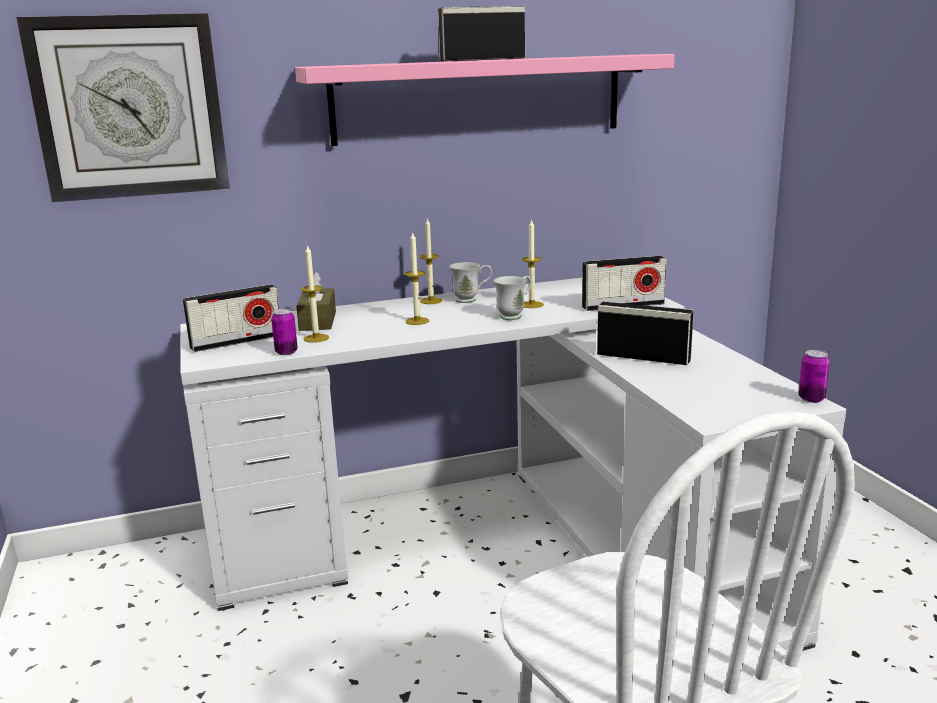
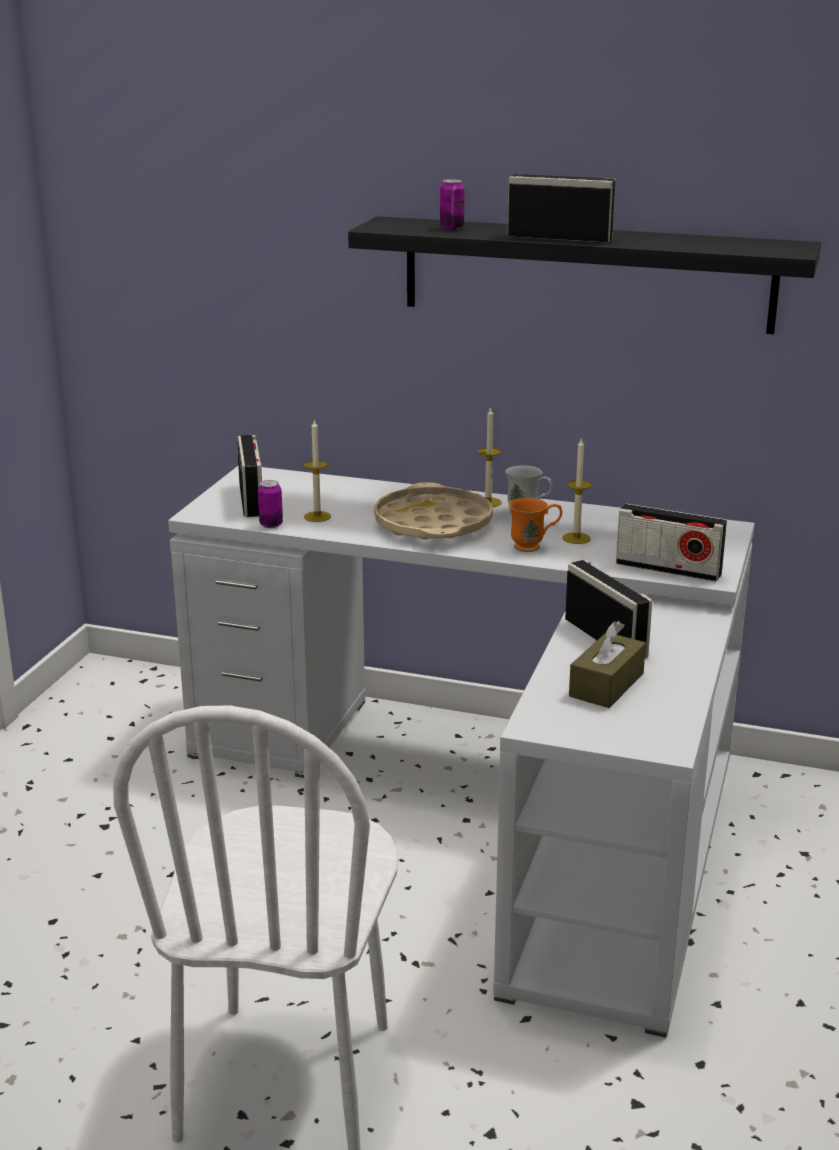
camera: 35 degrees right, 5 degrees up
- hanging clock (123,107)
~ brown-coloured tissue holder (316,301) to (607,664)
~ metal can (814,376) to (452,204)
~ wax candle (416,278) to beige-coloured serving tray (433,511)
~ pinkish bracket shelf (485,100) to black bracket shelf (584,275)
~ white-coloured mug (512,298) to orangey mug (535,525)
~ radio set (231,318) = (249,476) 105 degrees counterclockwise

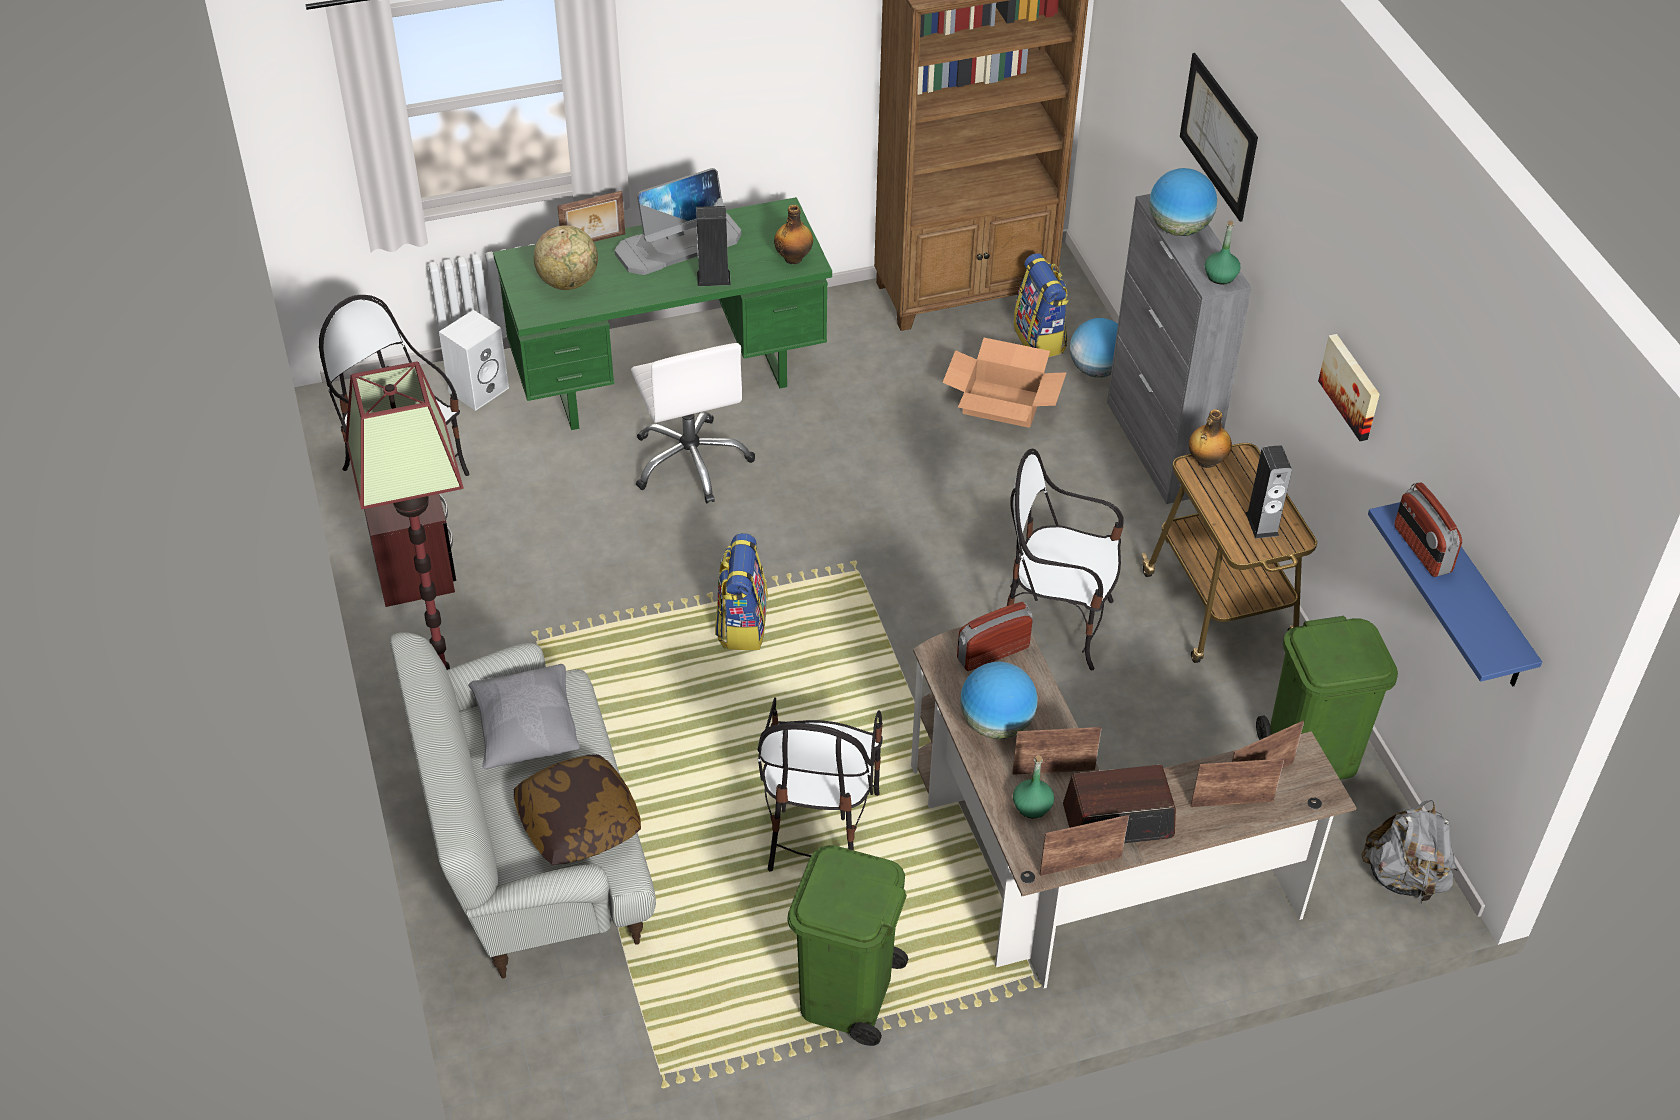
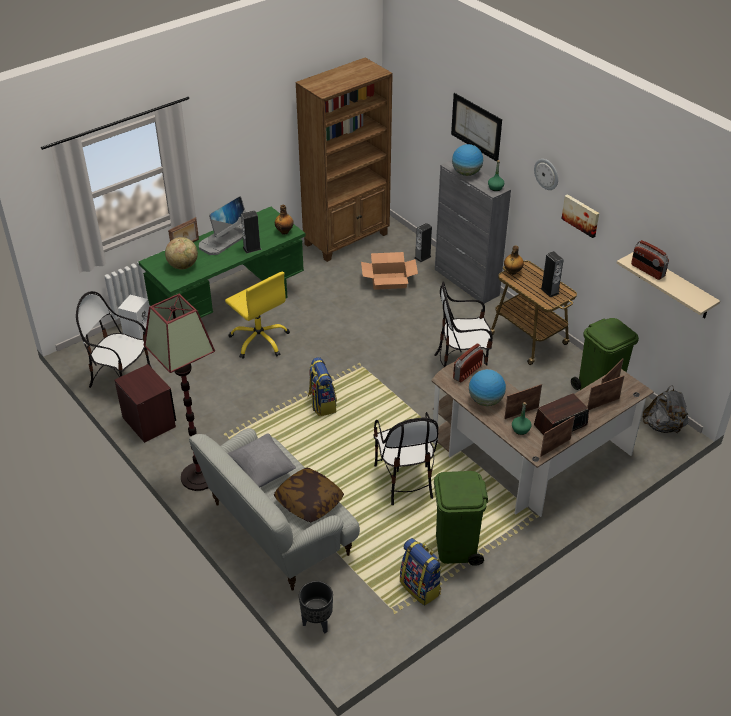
camera: 20 degrees left, 5 degrees down
+ black flower pot (316,607)
+ hanging clock (546,174)
~ knapsack (1041,305) to (421,572)
~ desk globe (1094,347) to speaker (423,242)
~ white-coloured desk chair (693,423) to yellow-coloured desk chair (257,315)
~ bluish bracket shelf (1455,594) to beige-coloured bracket shelf (668,285)

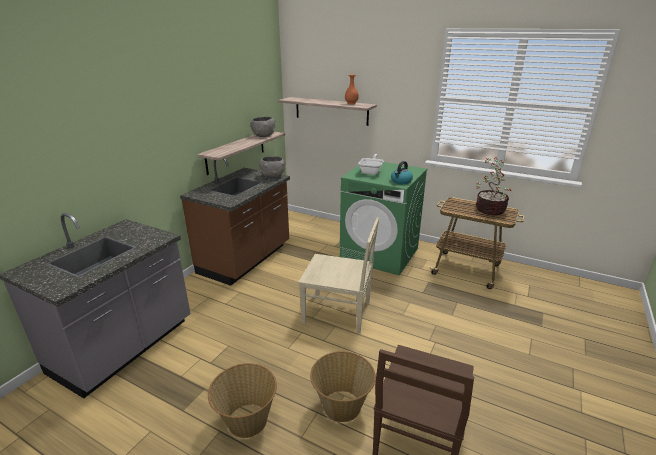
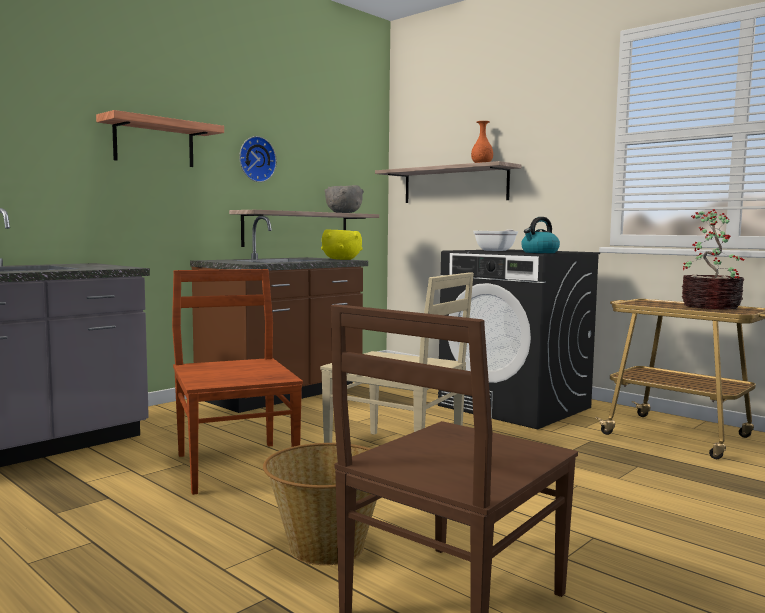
camera: 15 degrees right, 20 degrees down
- storage basket (242,400)
+ bracket shelf (160,138)
+ brown-coloured plain chair (237,382)
+ hanging clock (258,159)
~ grey bowl (272,167) to yellow-coloured bowl (342,244)
~ green laundry machine (383,218) to black laundry machine (519,339)

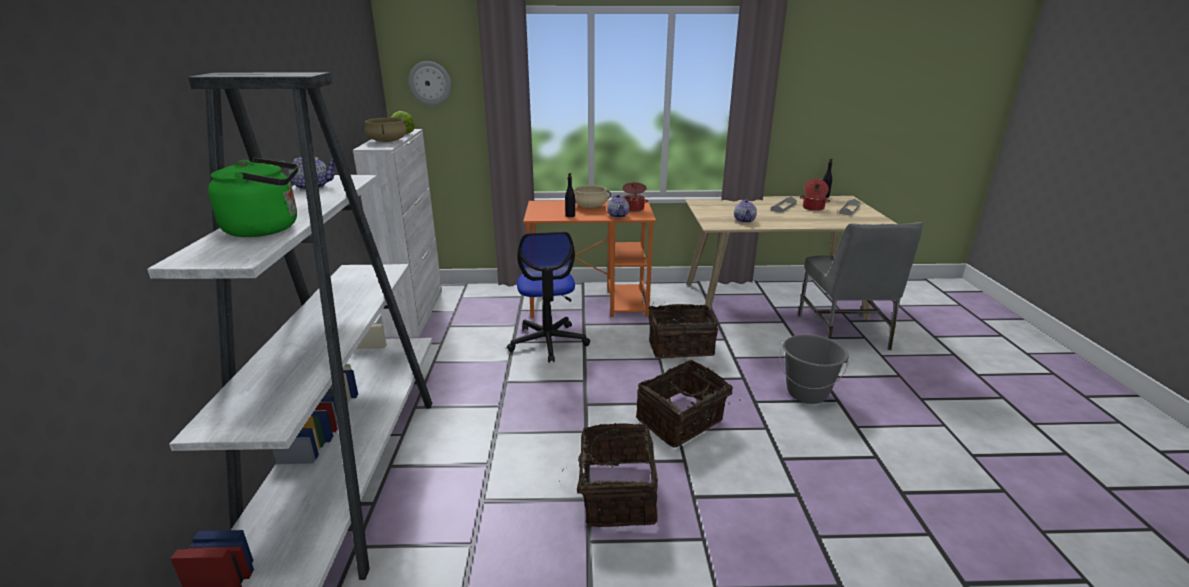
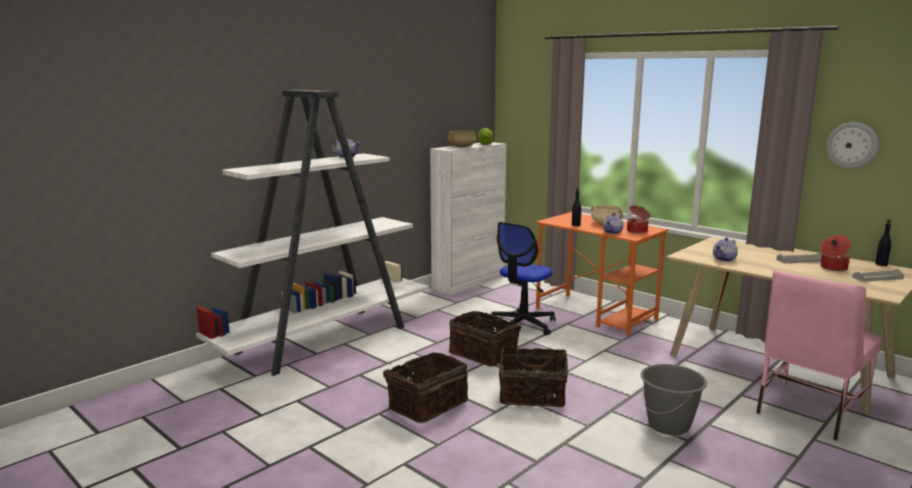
camera: 45 degrees right, 10 degrees down
- green tea kettle (253,197)
~ hanging clock (430,83) to (852,145)
~ storage basket (683,330) to (485,339)
~ grey plain chair (860,286) to pinkish plain chair (819,355)

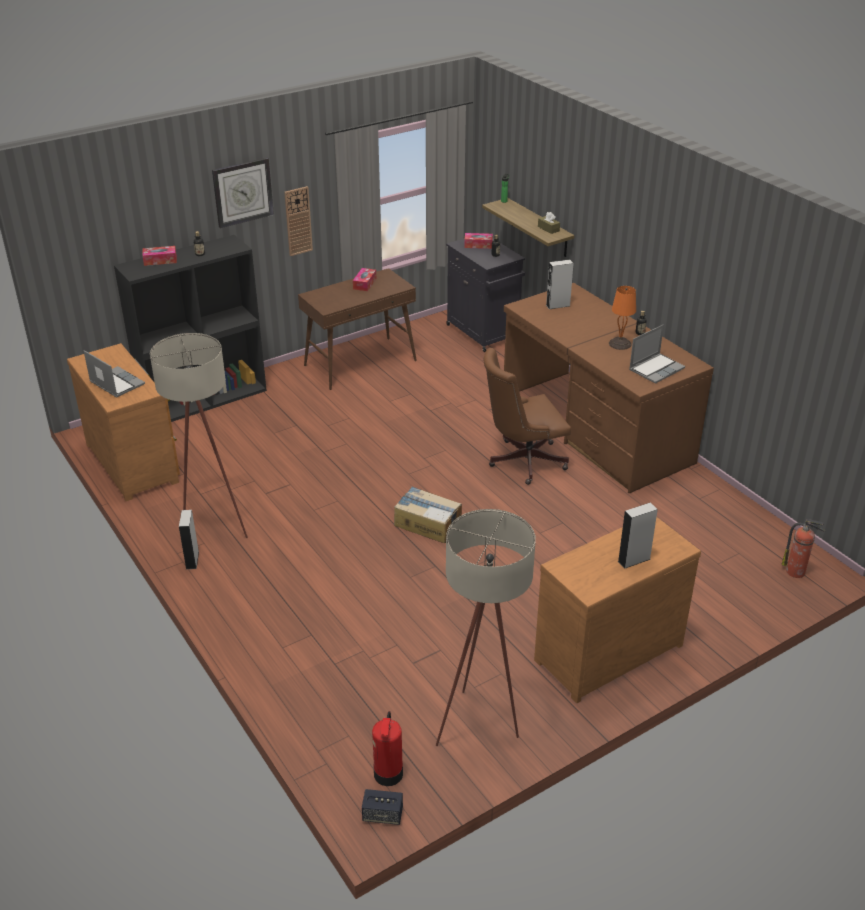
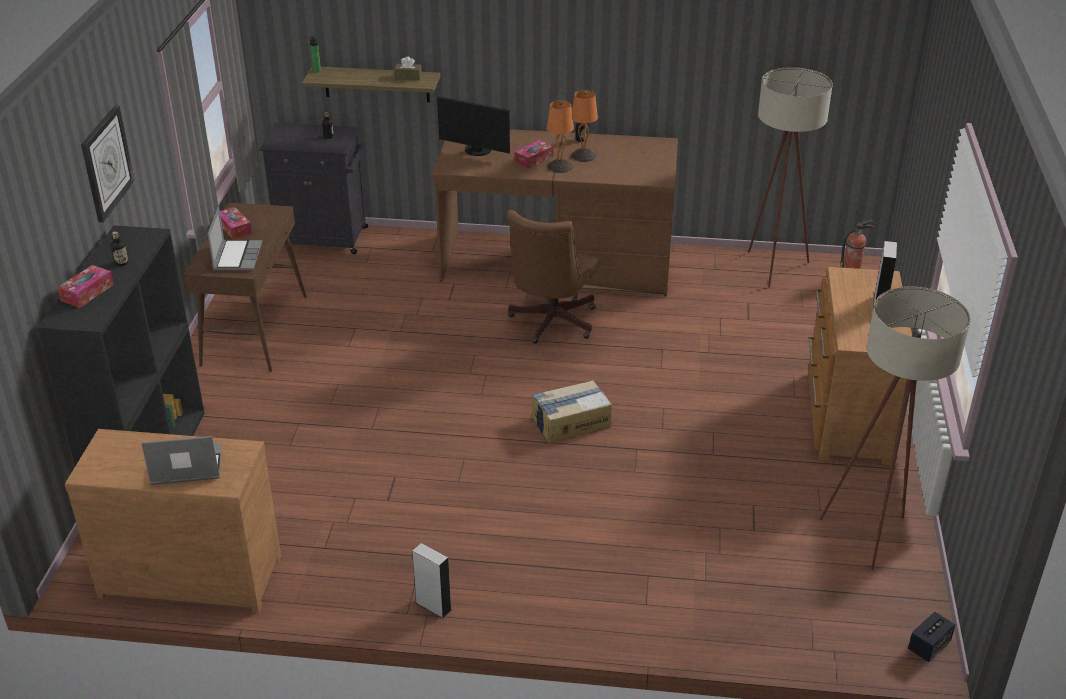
camera: 50 degrees left, 0 degrees up
- hanging clock (298,221)
- fire-fighting cylinder (387,748)
+ orangey lamp for a table (560,136)
~ beige-coloured standard lamp (199,435) to (790,177)
~ tissue holder (478,241) to (534,154)
~ portable computer (657,354) to (234,238)
~ grey speaker (560,284) to computer display (473,126)

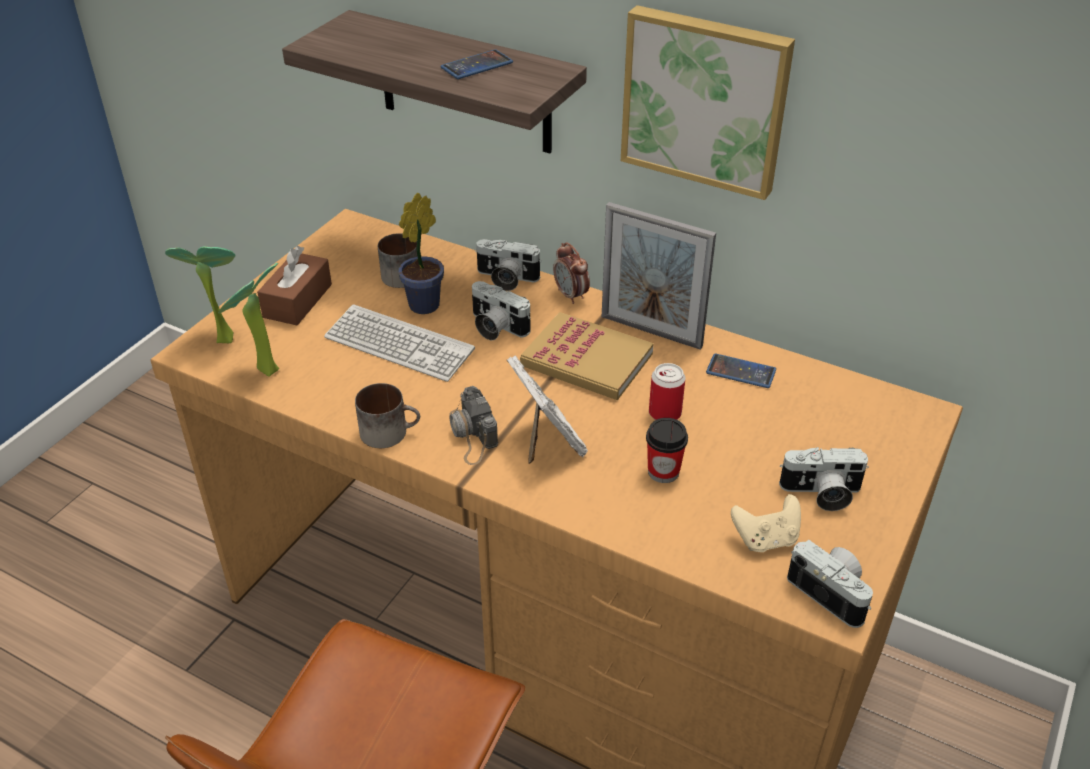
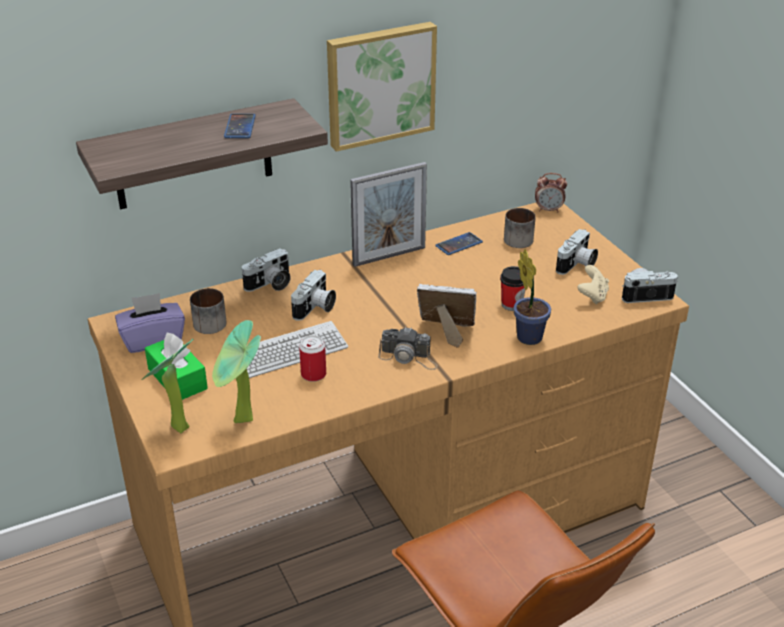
camera: 55 degrees left, 5 degrees down
- volume (587,356)
+ purplish tissue holder (150,323)
~ mug (387,415) to (520,228)
~ plant in a pot (421,253) to (532,297)
~ bedside clock (571,273) to (551,192)
~ metal can (667,391) to (312,358)
~ brown-coloured tissue holder (294,285) to green tissue holder (176,366)
~ still camera (501,310) = (313,295) 45 degrees counterclockwise

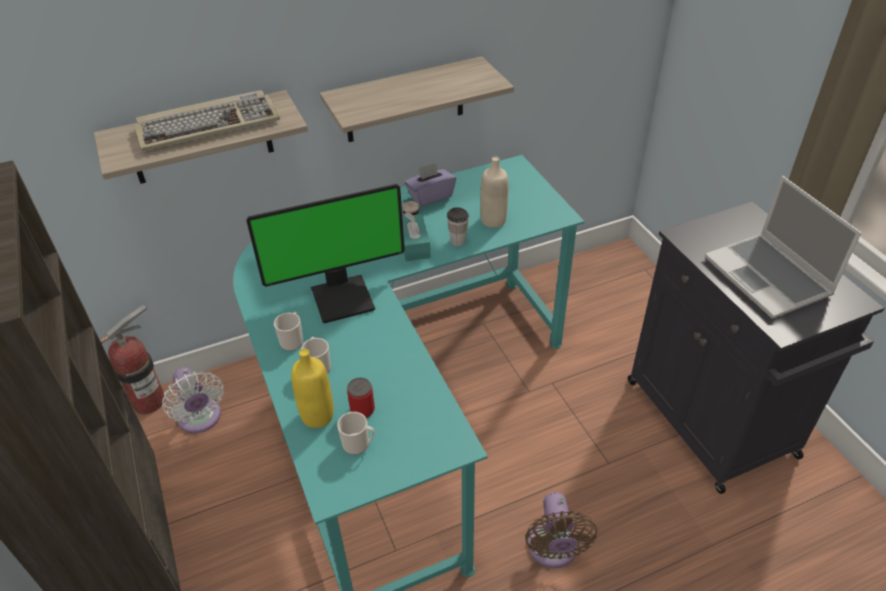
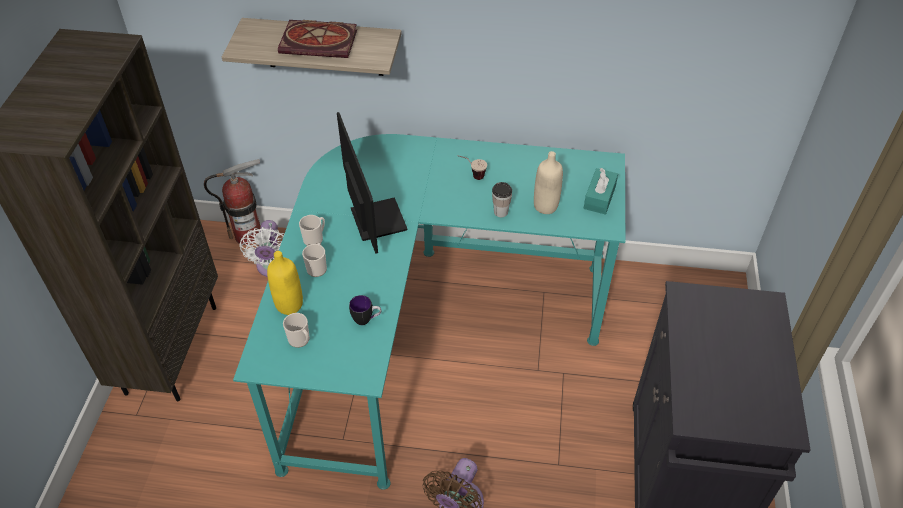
camera: 30 degrees right, 5 degrees up
- bracket shelf (417,99)
- metal can (361,398)
- purplish tissue holder (430,184)
- portable computer (783,247)
+ mug (365,310)
~ turquoise tissue holder (416,237) to (601,191)
~ PC keyboard (207,120) to volume (317,39)
~ computer display (325,253) = (372,183) 120 degrees counterclockwise

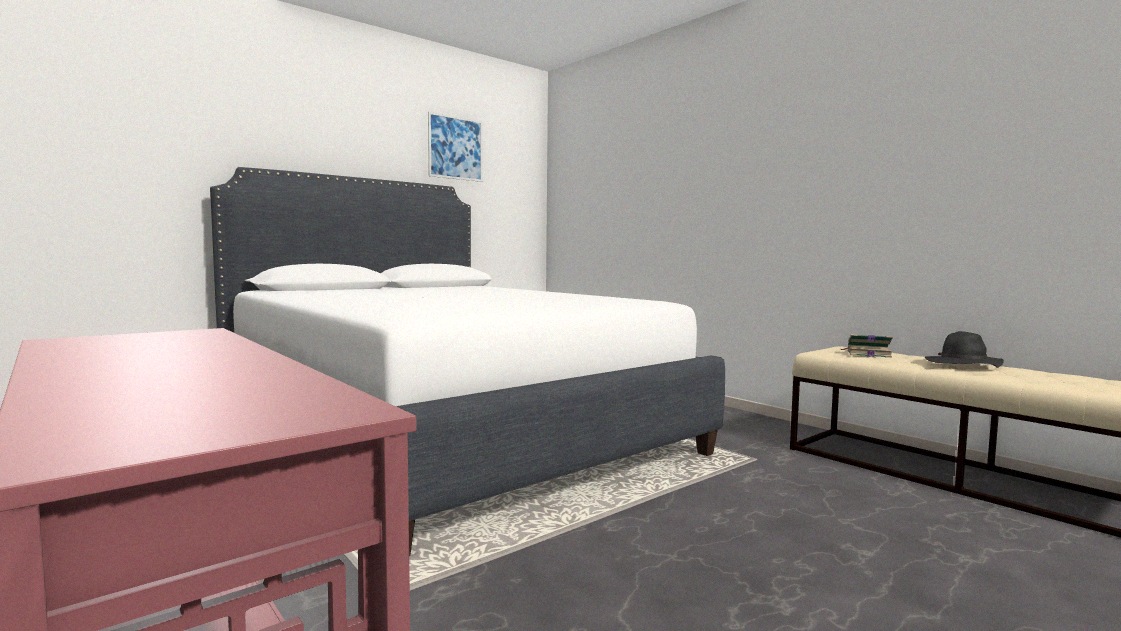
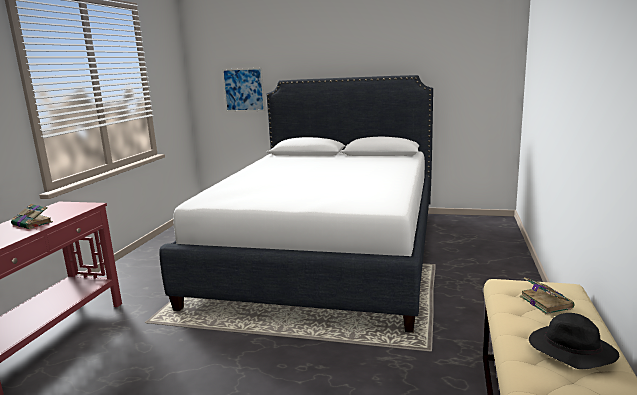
camera: 55 degrees right, 10 degrees up
+ volume (32,216)
~ wall art (455,147) to (243,89)

